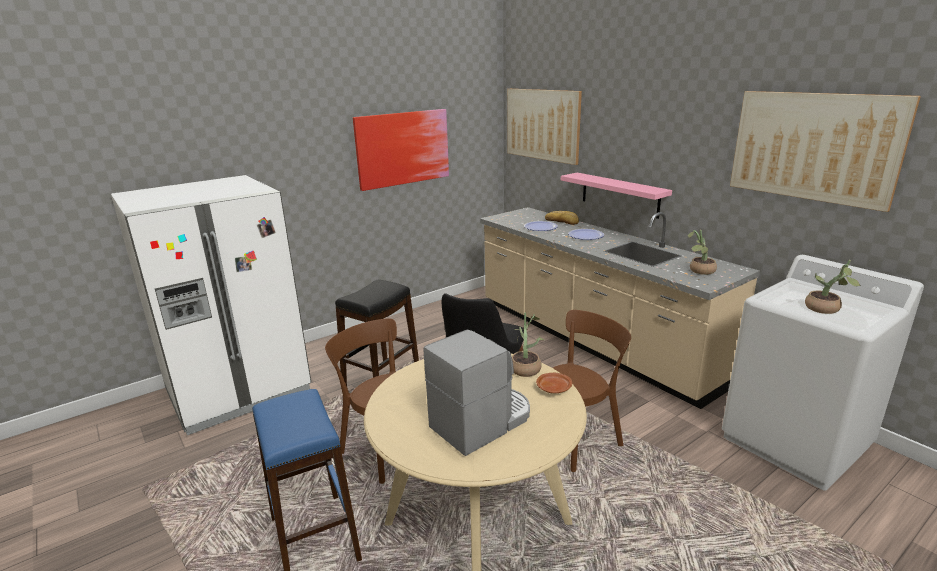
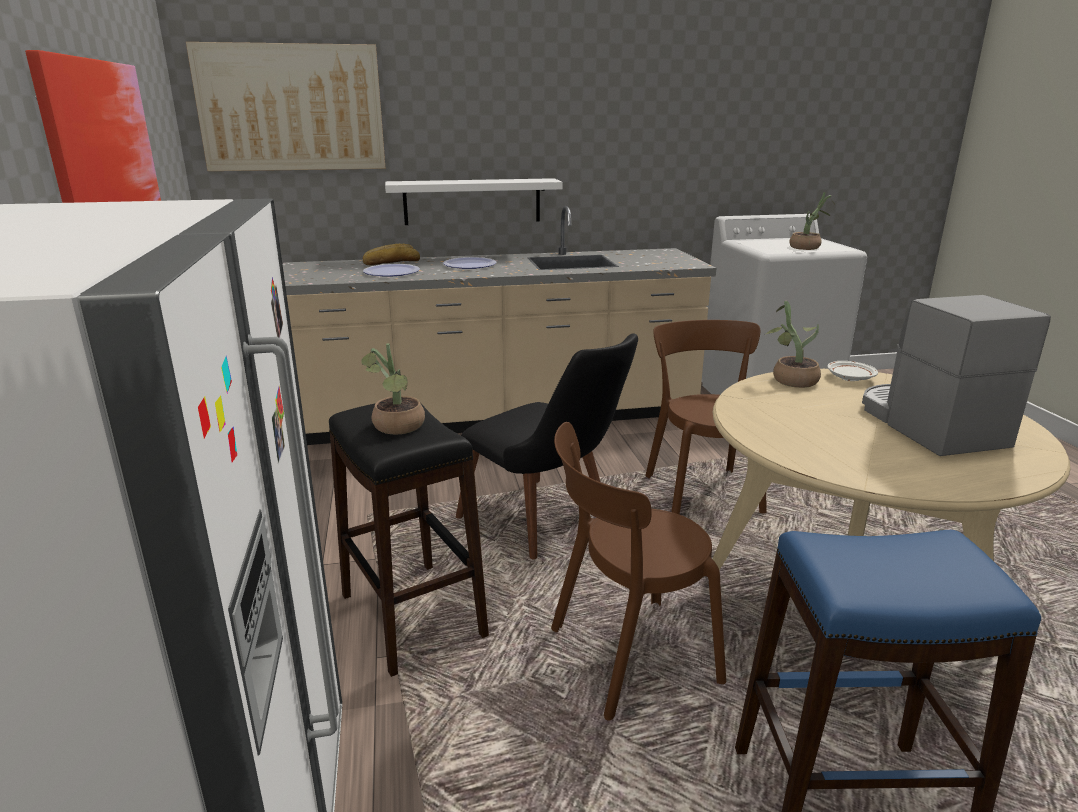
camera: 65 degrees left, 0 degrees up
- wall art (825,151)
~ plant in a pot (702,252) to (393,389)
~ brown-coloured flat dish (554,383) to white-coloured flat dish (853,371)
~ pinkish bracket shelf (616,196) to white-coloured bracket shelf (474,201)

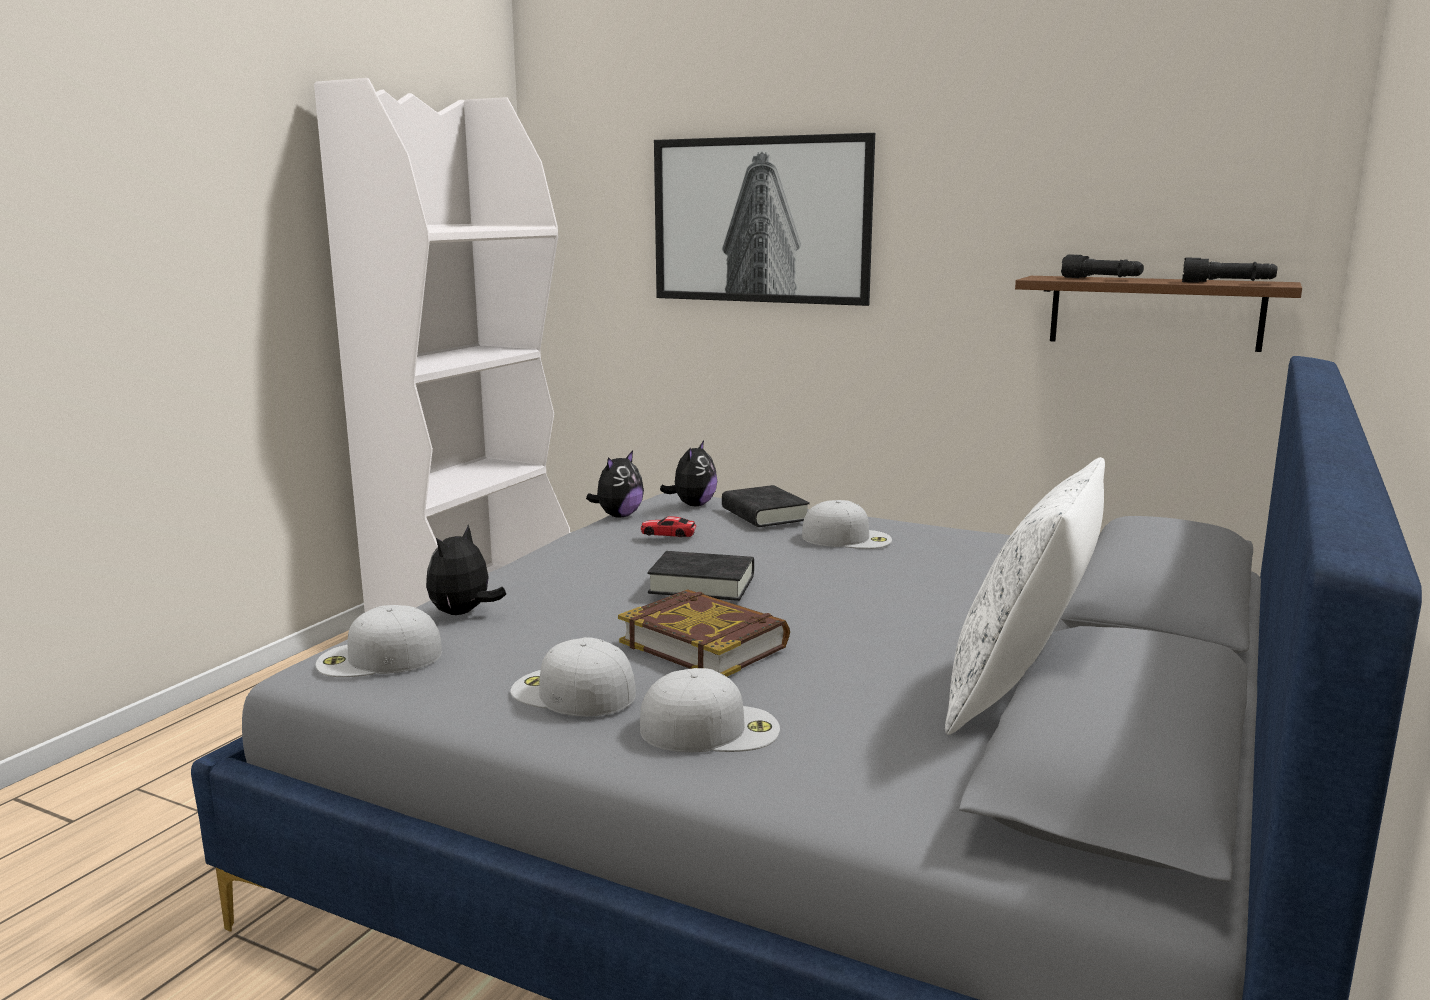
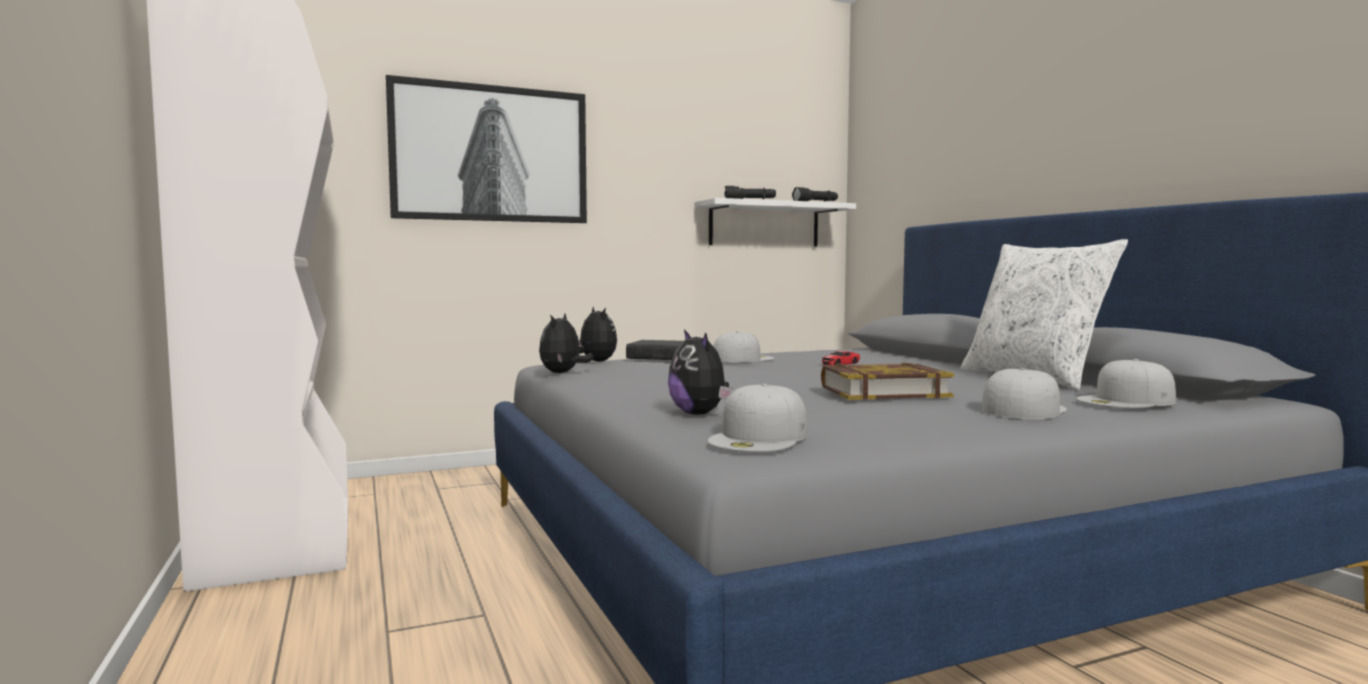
camera: 50 degrees left, 10 degrees down
- black volume (700,576)
~ white-coloured cap (573,677) to (1126,383)
~ toy car (668,526) to (841,358)
~ brown-coloured bracket shelf (1158,314) to white-coloured bracket shelf (775,222)
~ cuddly toy (615,483) = (566,343) 150 degrees counterclockwise

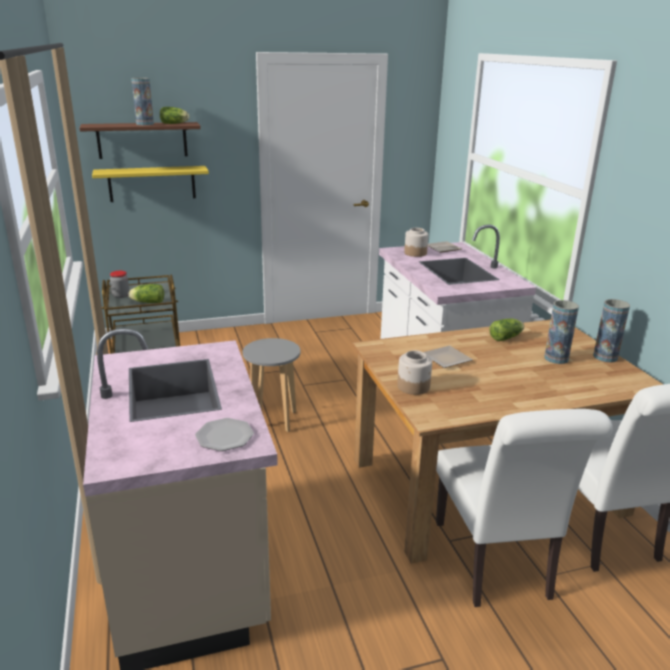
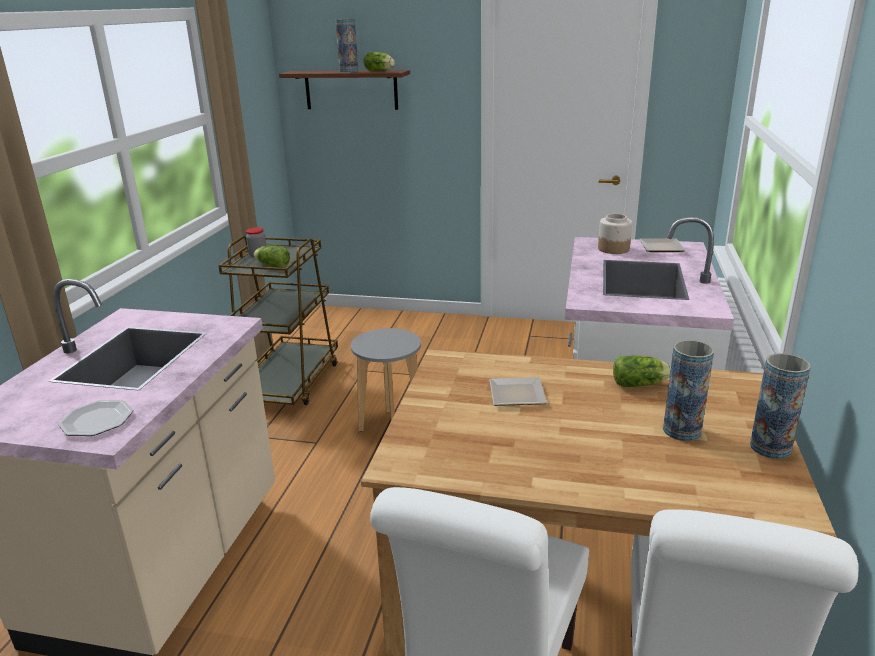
camera: 30 degrees right, 0 degrees up
- yellow-coloured bracket shelf (150,184)
- jar (414,372)

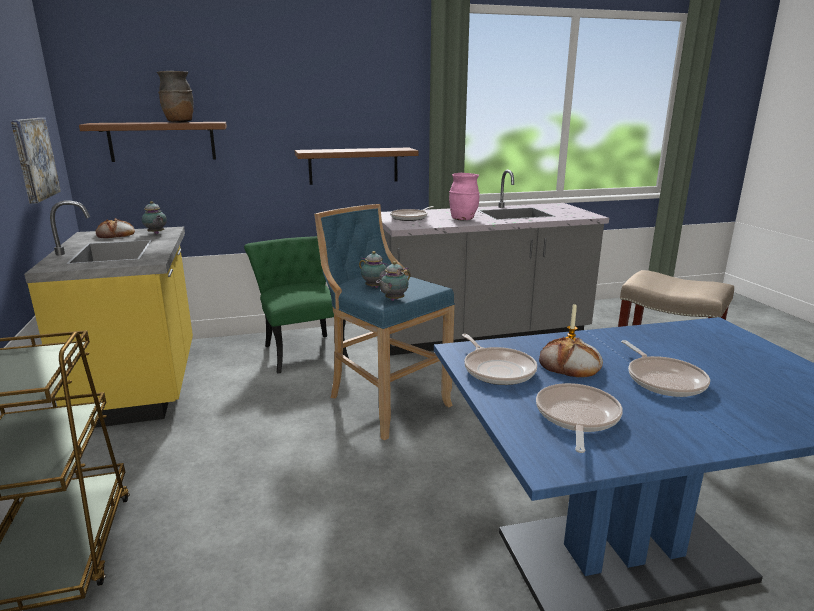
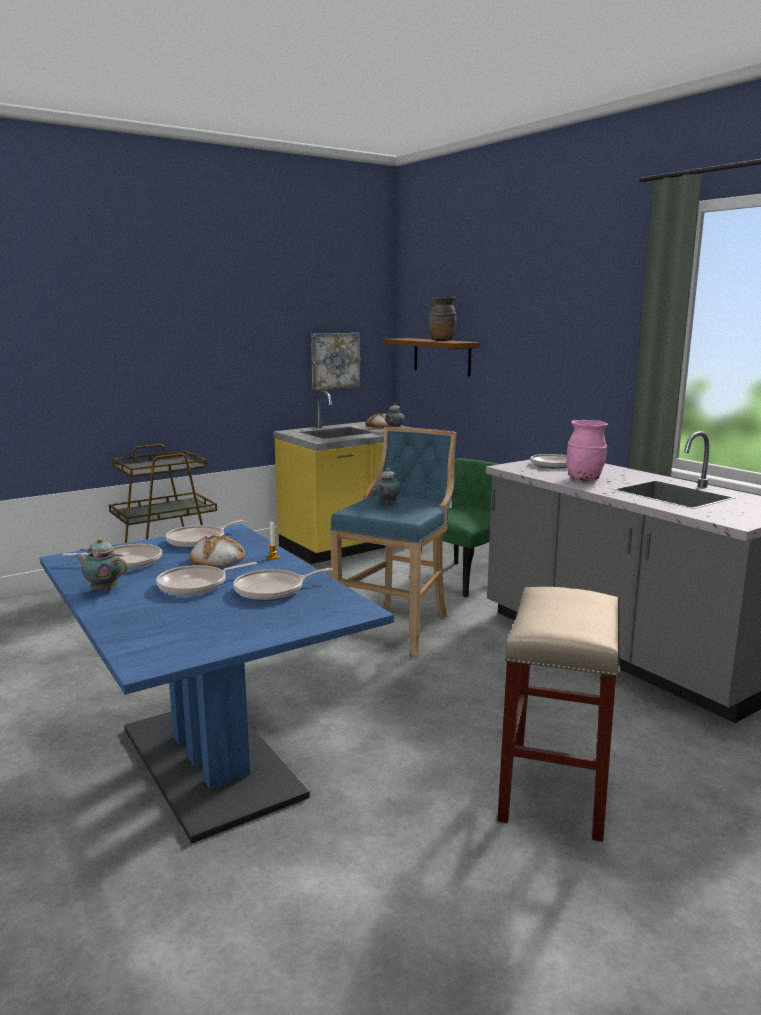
camera: 70 degrees right, 5 degrees down
- brown-coloured bracket shelf (357,166)
+ frying pan (283,584)
~ tea pot (393,281) to (100,564)

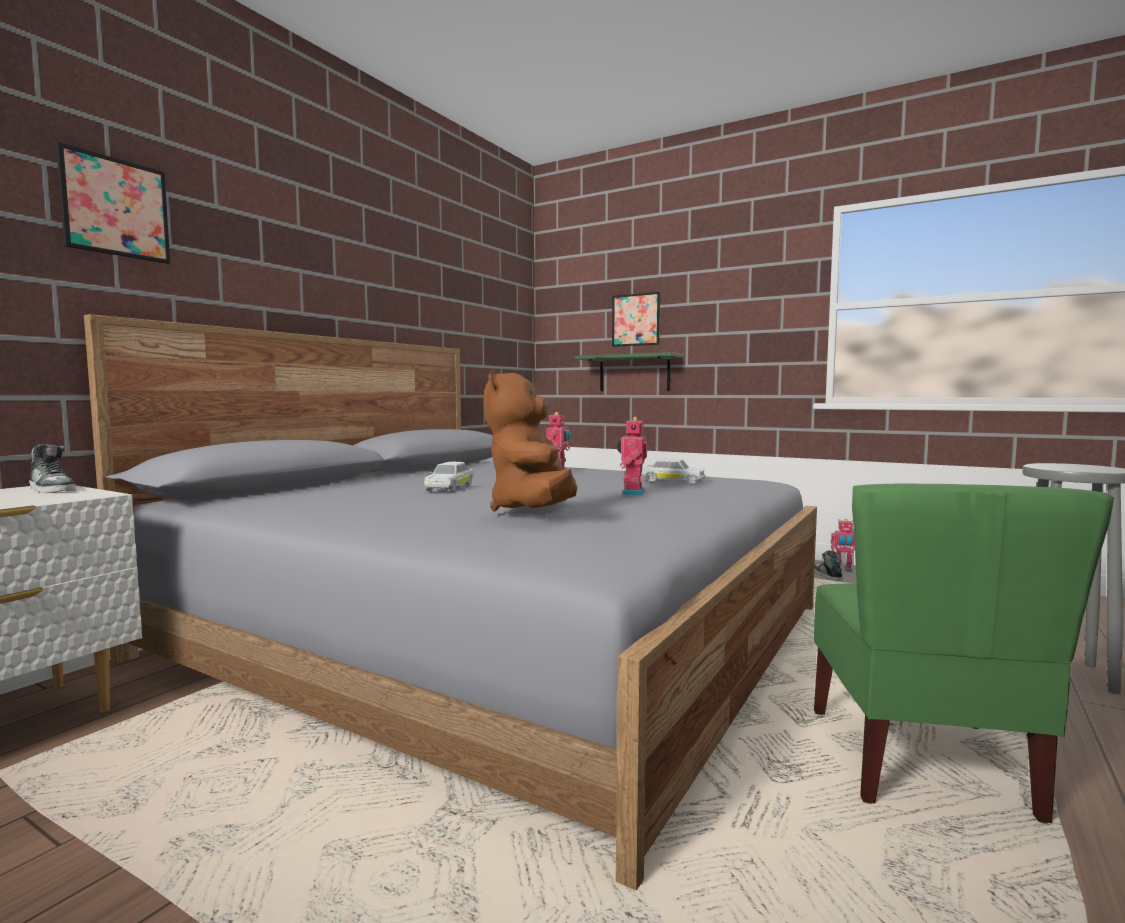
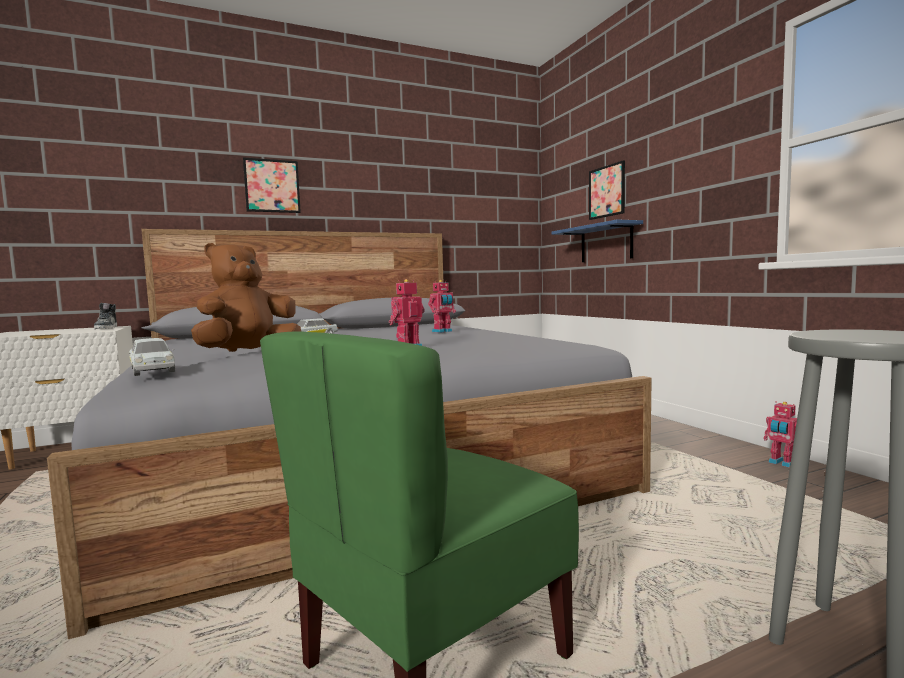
camera: 35 degrees right, 0 degrees up
- low shoe (828,566)
~ wall art (113,203) to (272,185)
~ white-coloured toy car (673,471) to (152,357)
~ green bracket shelf (629,371) to bluish bracket shelf (597,240)

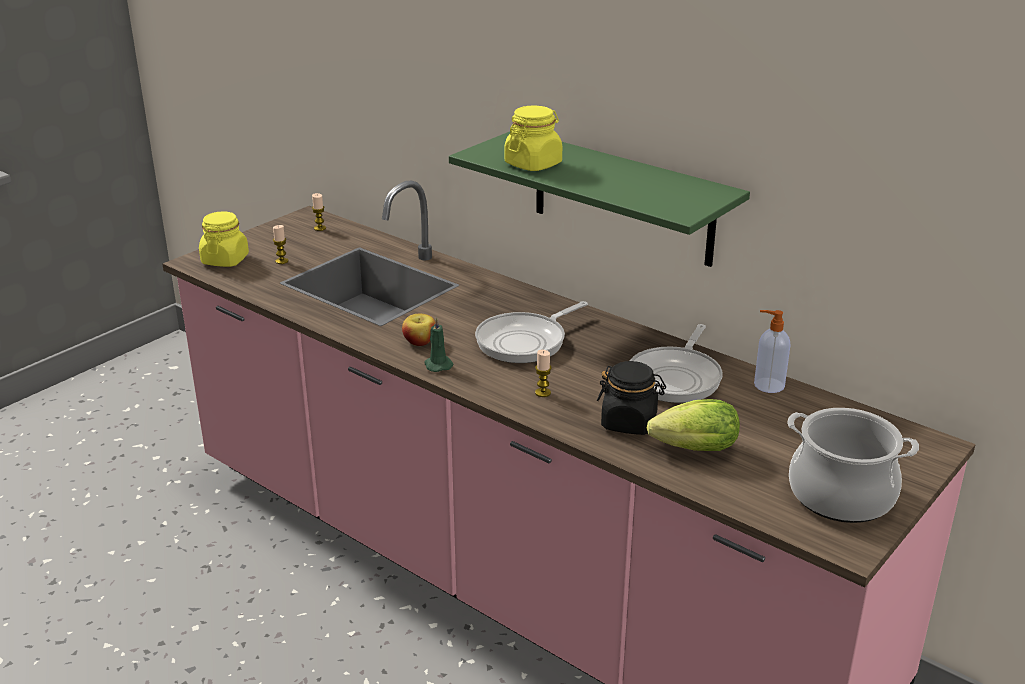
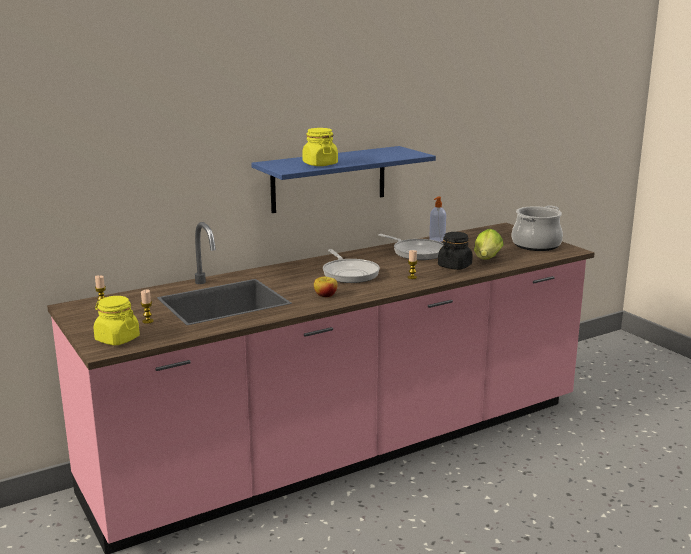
camera: 70 degrees left, 10 degrees down
- green wax candle (439,344)
~ green bracket shelf (599,199) to bluish bracket shelf (343,179)

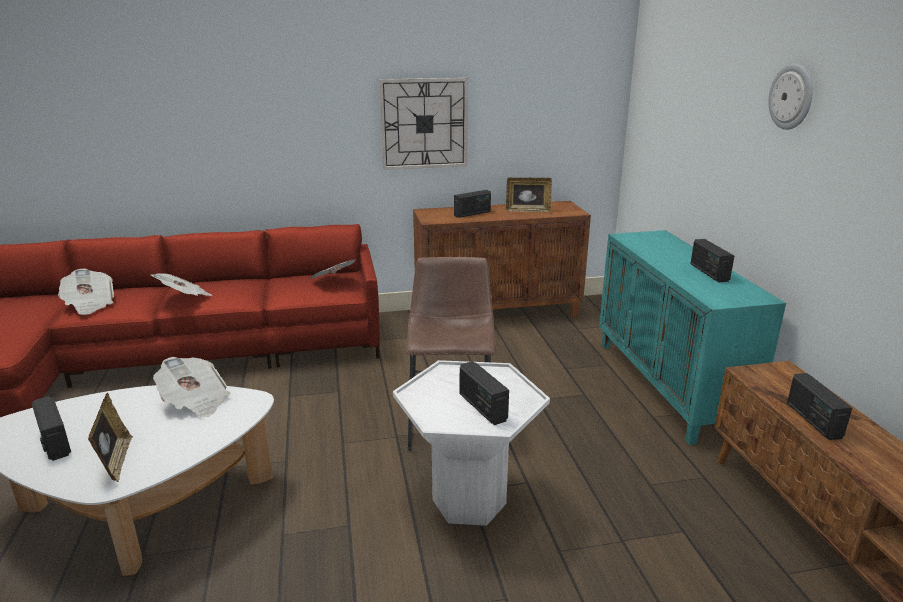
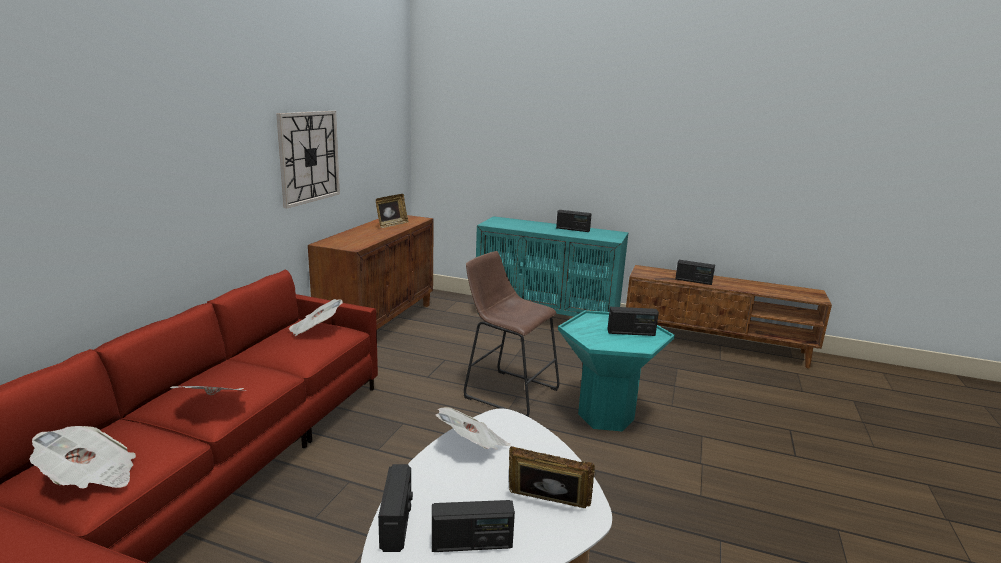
camera: 60 degrees left, 5 degrees down
- hanging clock (790,97)
~ radio set (472,204) to (395,508)
~ white-coloured side table (471,443) to turquoise side table (616,371)

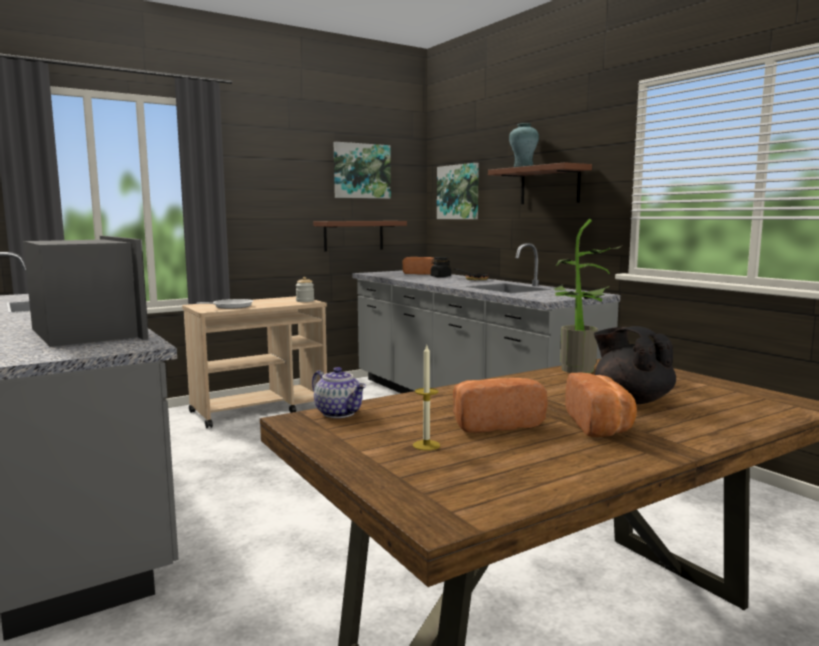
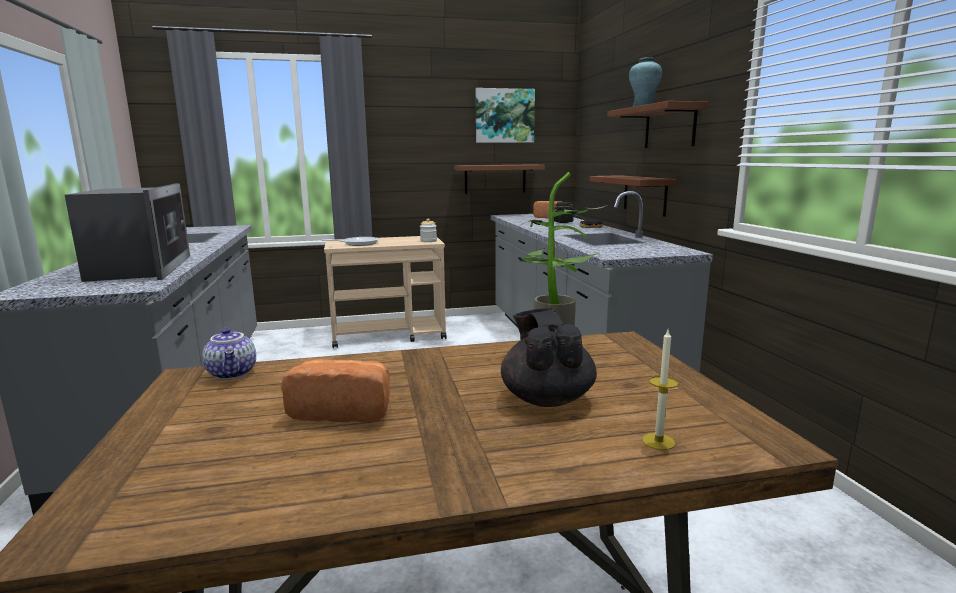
camera: 20 degrees right, 5 degrees up
- wall art (458,191)
- baked bread (601,405)
+ brown-coloured bracket shelf (632,196)
~ wax candle (426,398) to (660,390)

